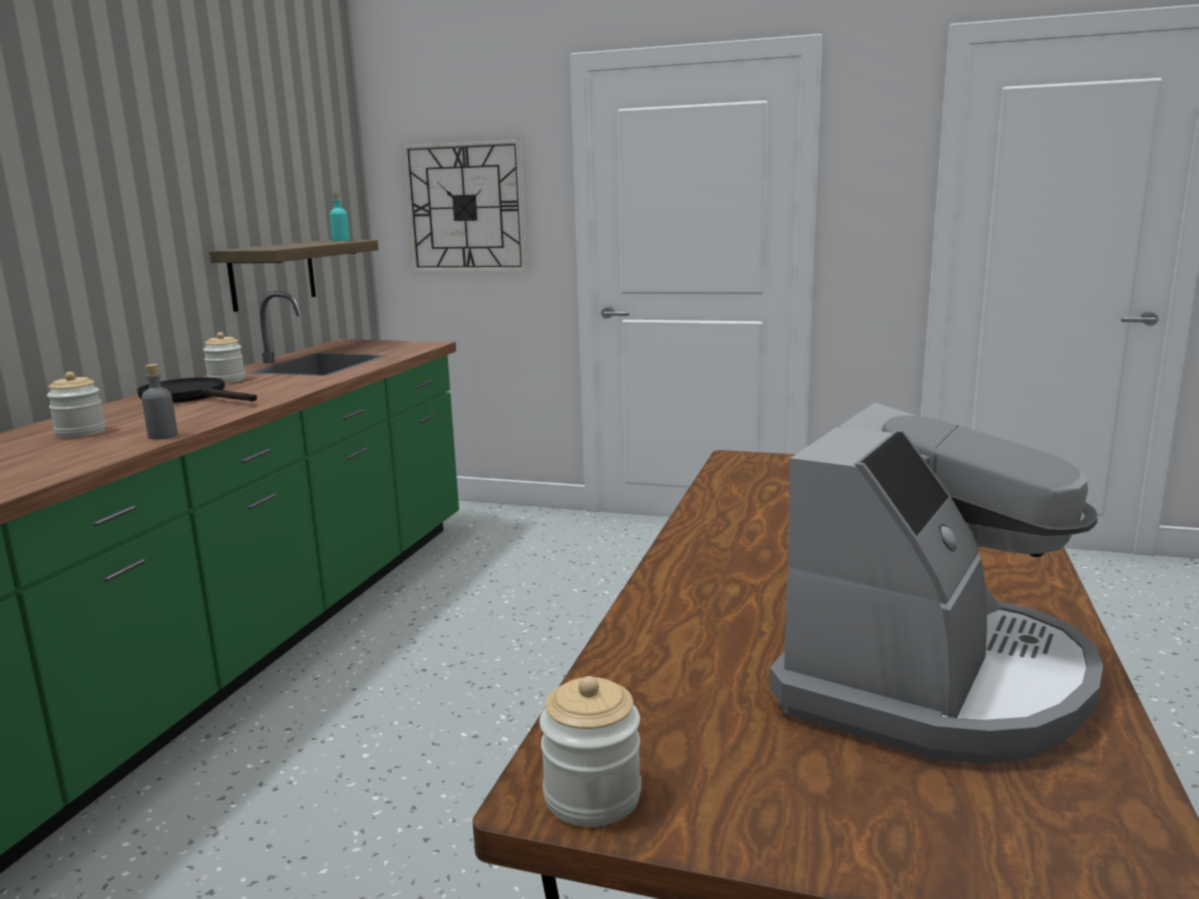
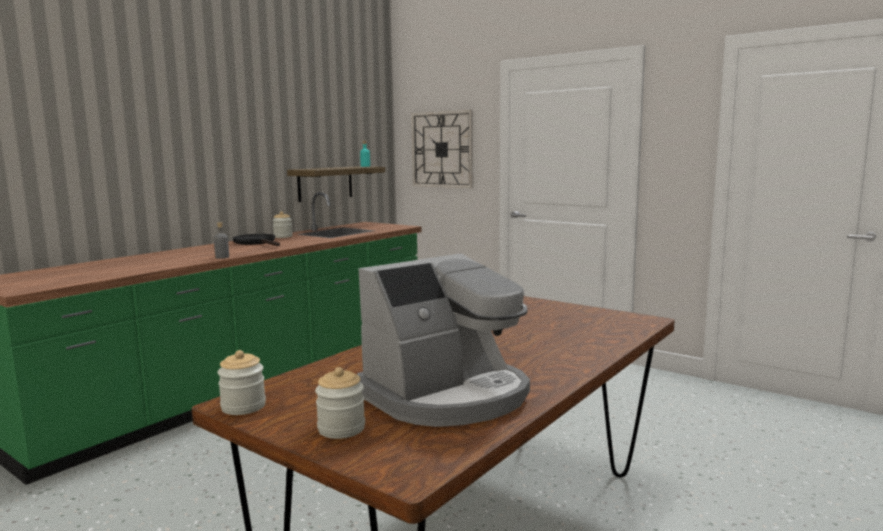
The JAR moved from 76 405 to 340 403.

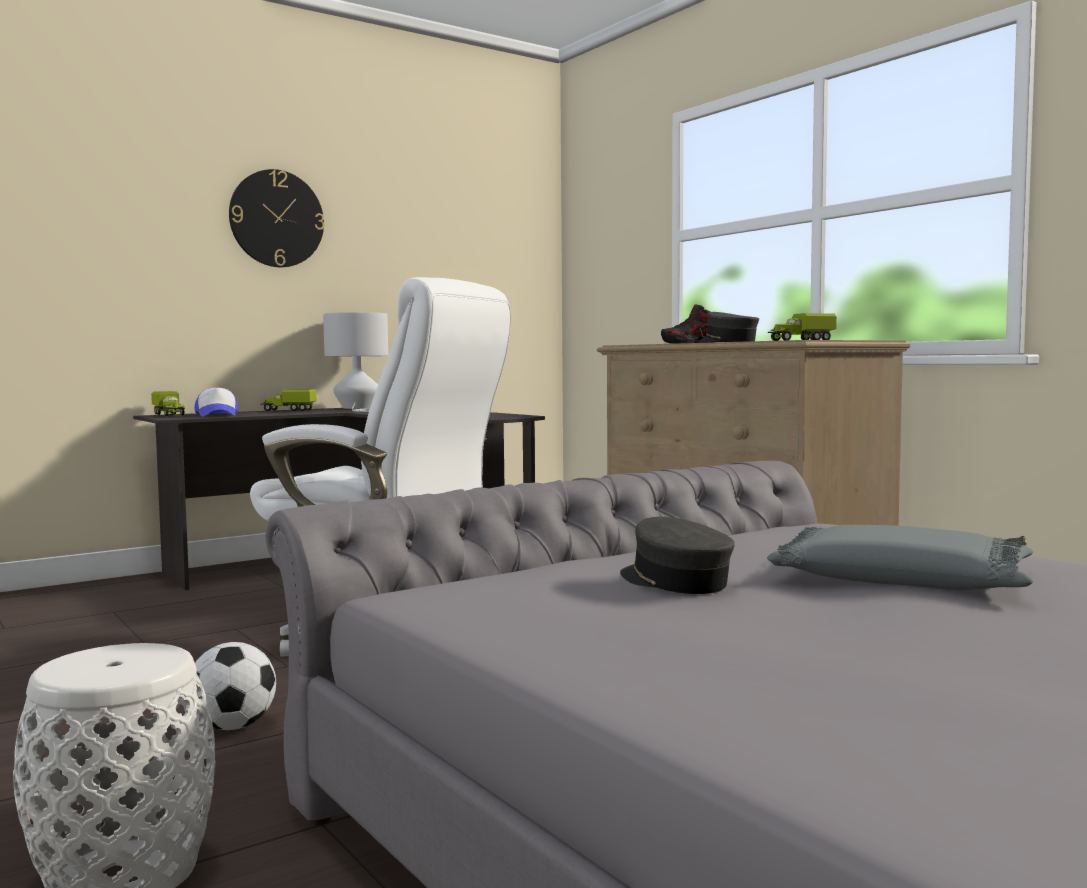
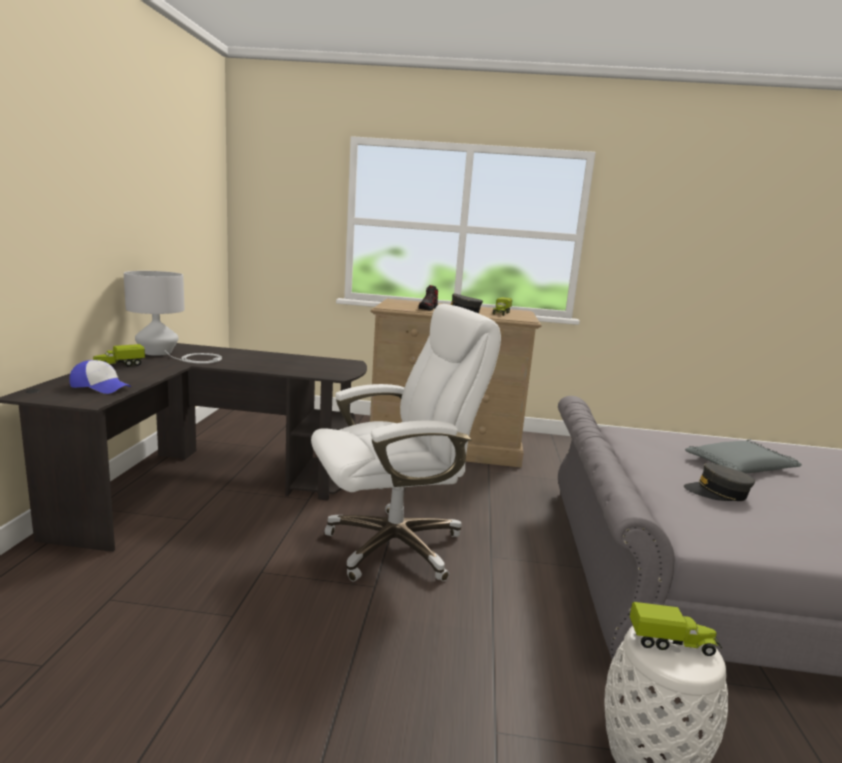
The FOOTBALL at 235 686 disappeared. The WALL CLOCK at 276 218 disappeared. The TOY TRUCK moved from 168 403 to 676 629.

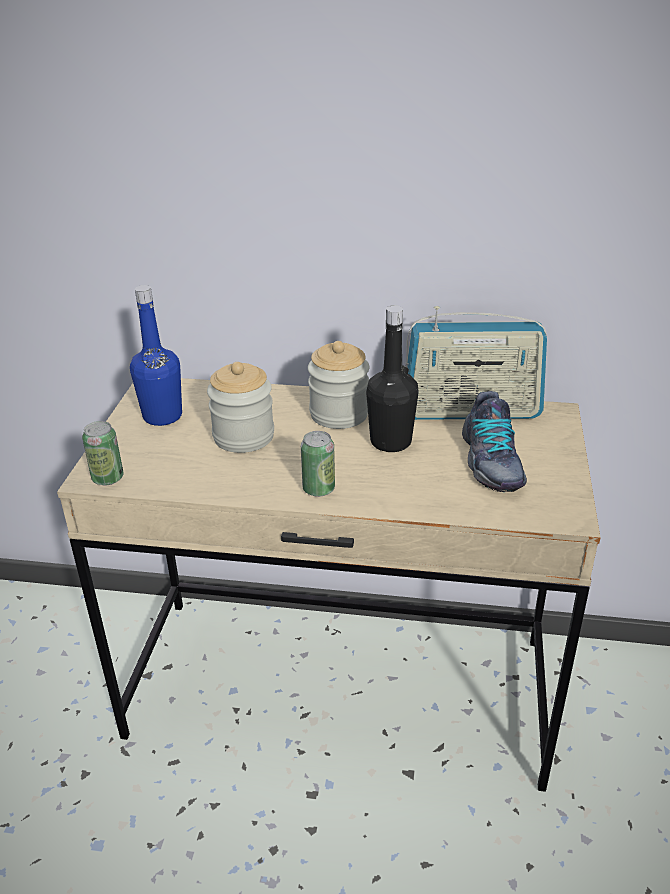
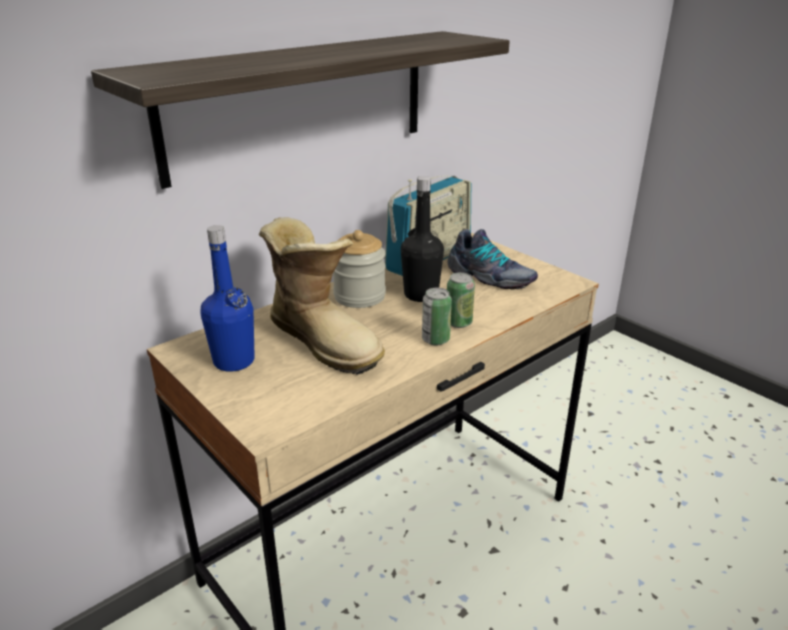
The SHELF at 300 110 appeared. The CAN moved from 103 453 to 461 300. The JAR at 240 407 was replaced by the BOOT at 322 295.

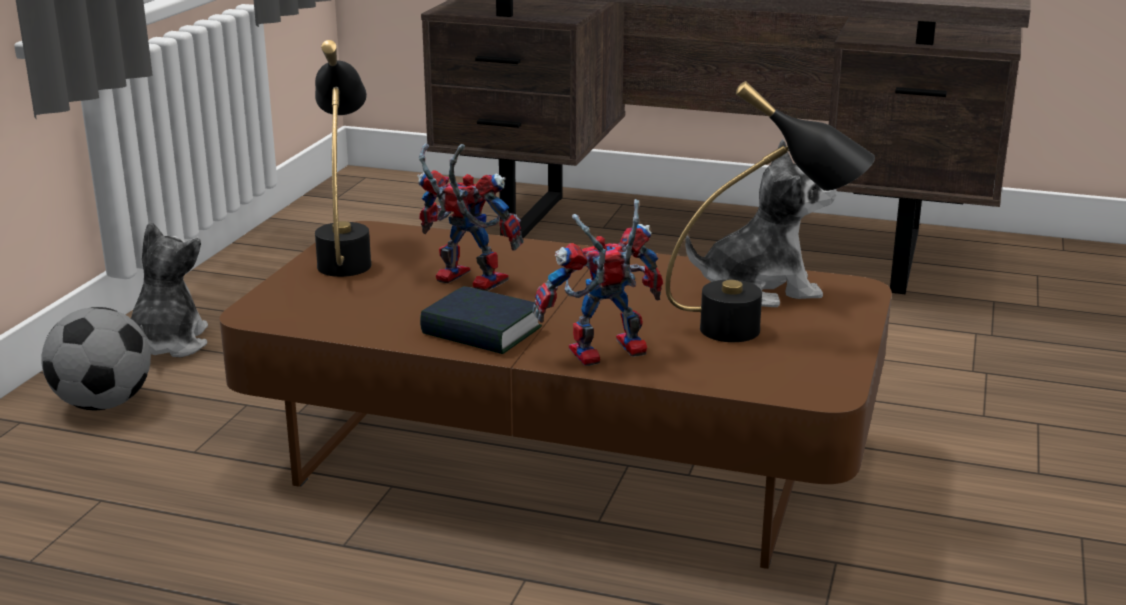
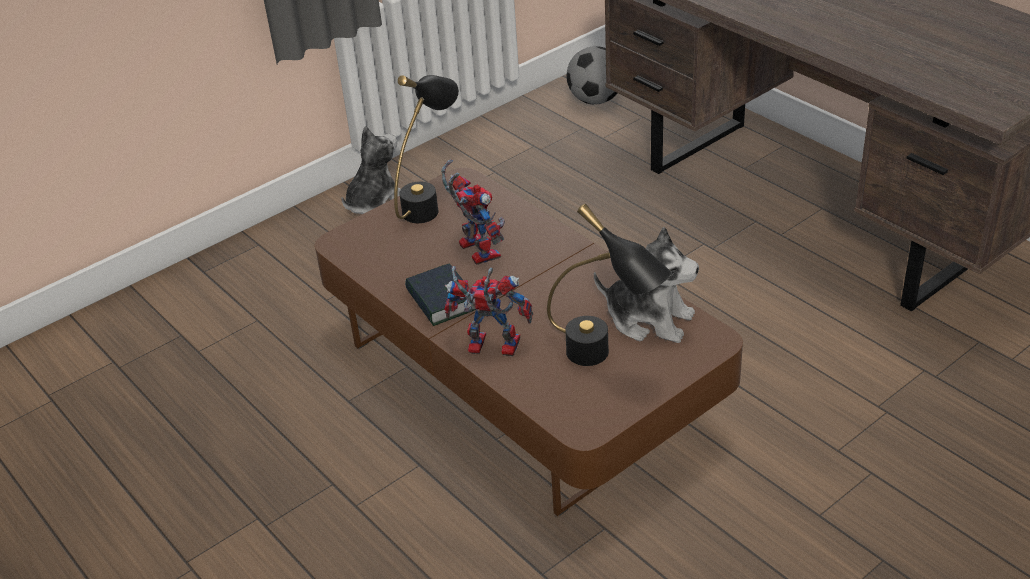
The FOOTBALL moved from 96 359 to 591 75.

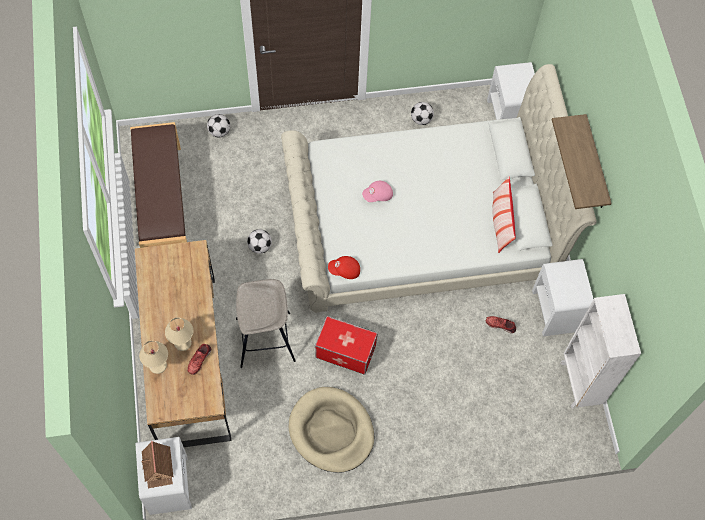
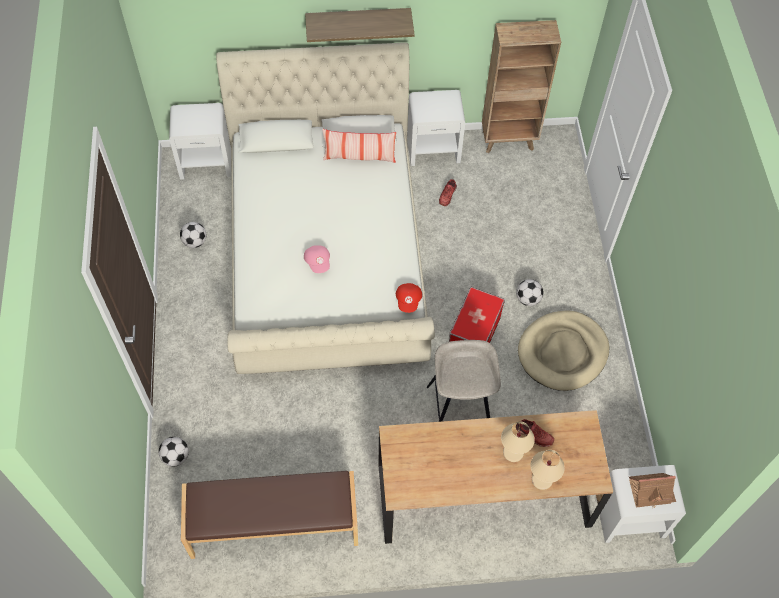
The FOOTBALL moved from 259 241 to 530 292. The WHITE BOOKCASE at 600 351 became the BROWN BOOKCASE at 521 86.

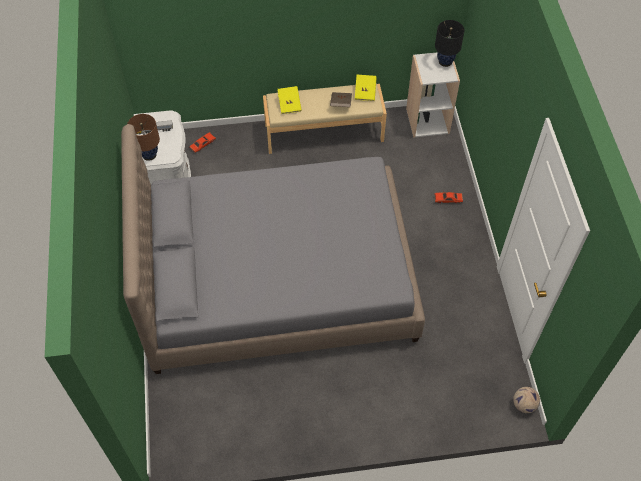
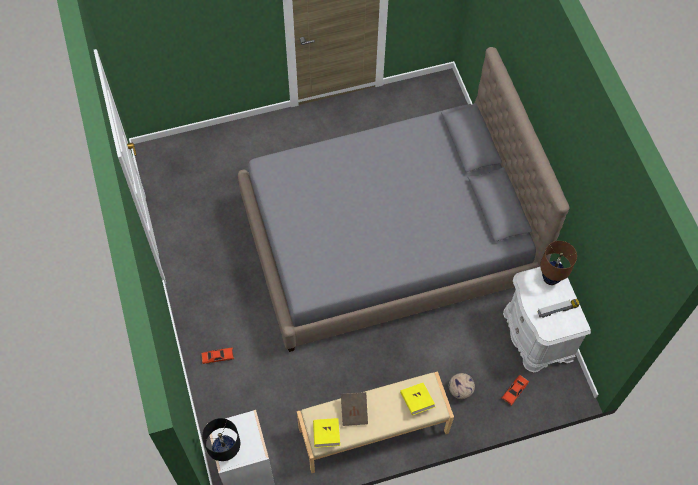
The FOOTBALL moved from 526 400 to 462 386.

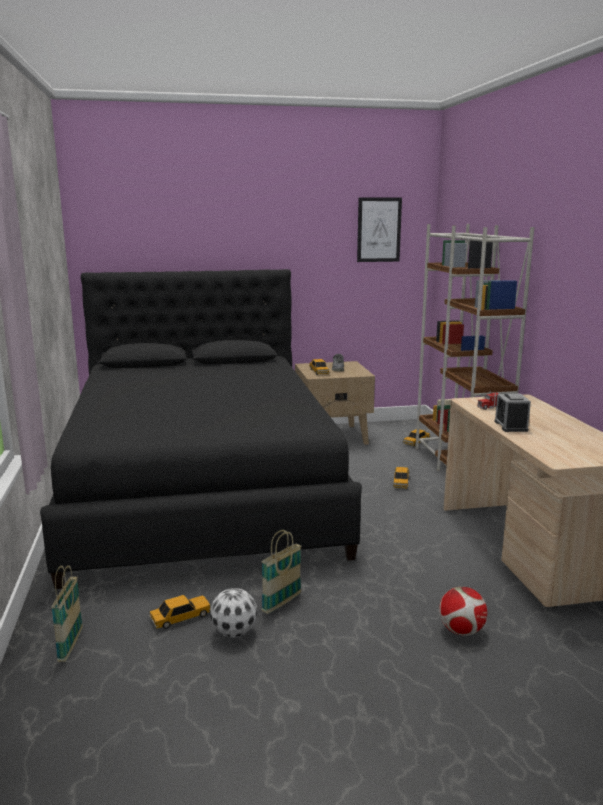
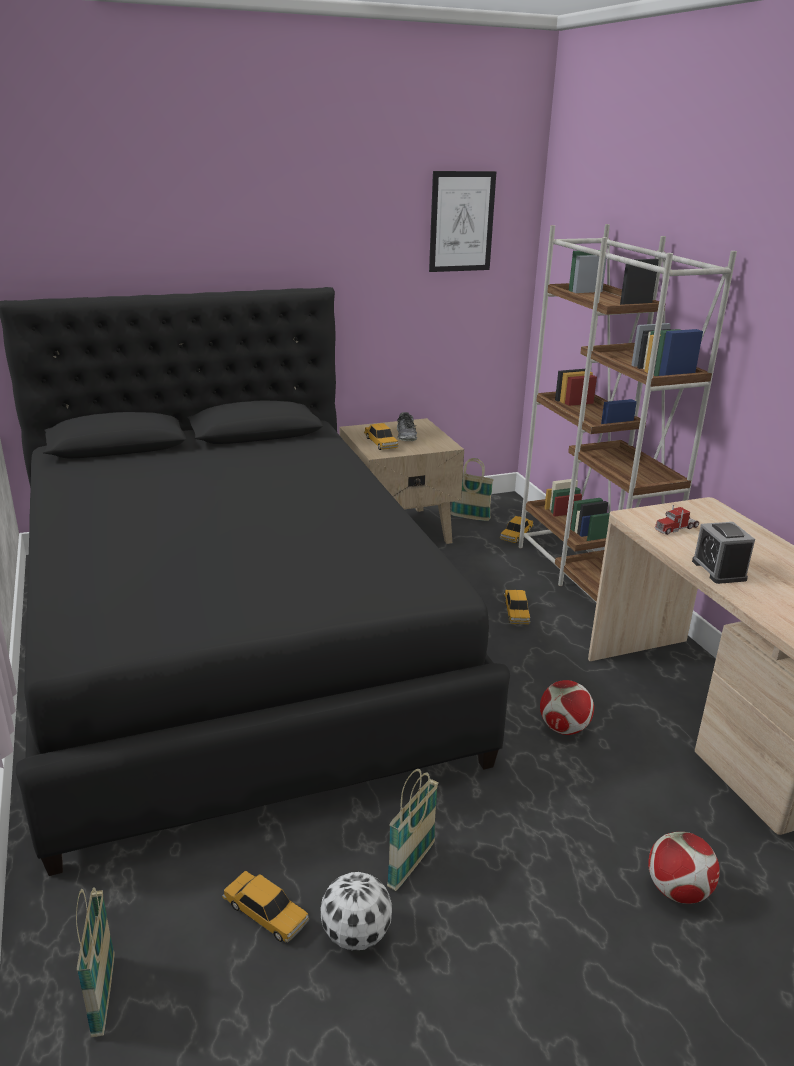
The BASKET at 472 489 appeared. The FOOTBALL at 567 707 appeared. The TOY CAR at 179 612 turned 75 degrees clockwise.

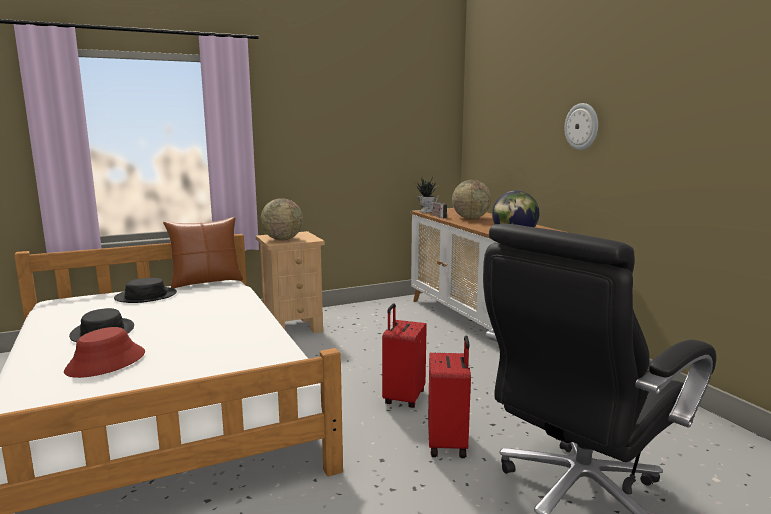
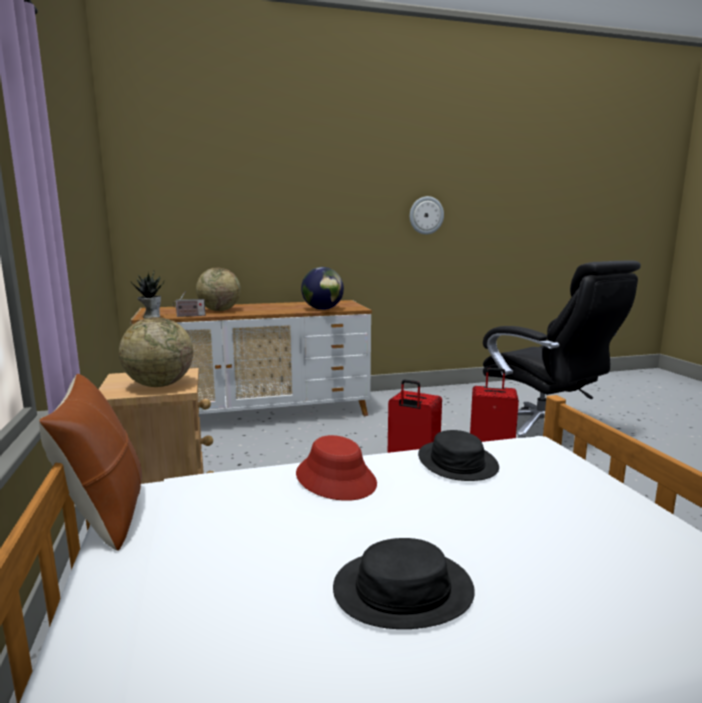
The RED HAT moved from 104 352 to 336 468. The BLACK HAT moved from 145 290 to 458 455. The WALL CLOCK moved from 581 126 to 427 215.

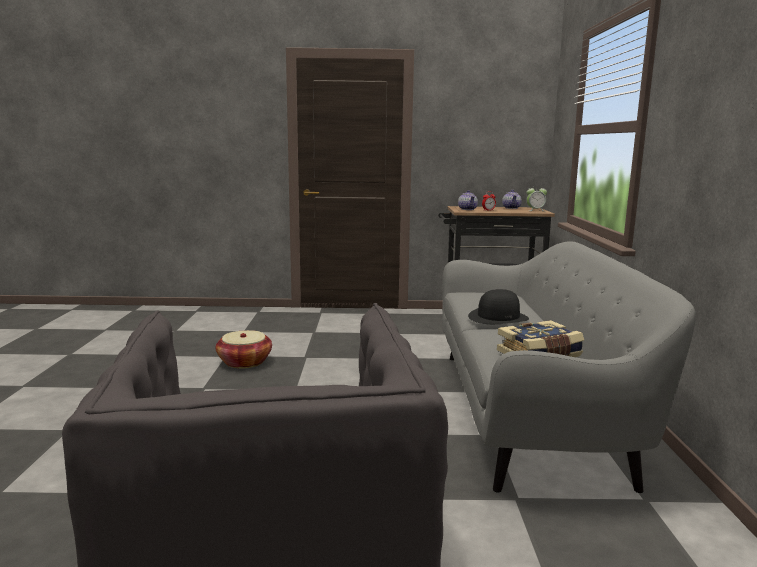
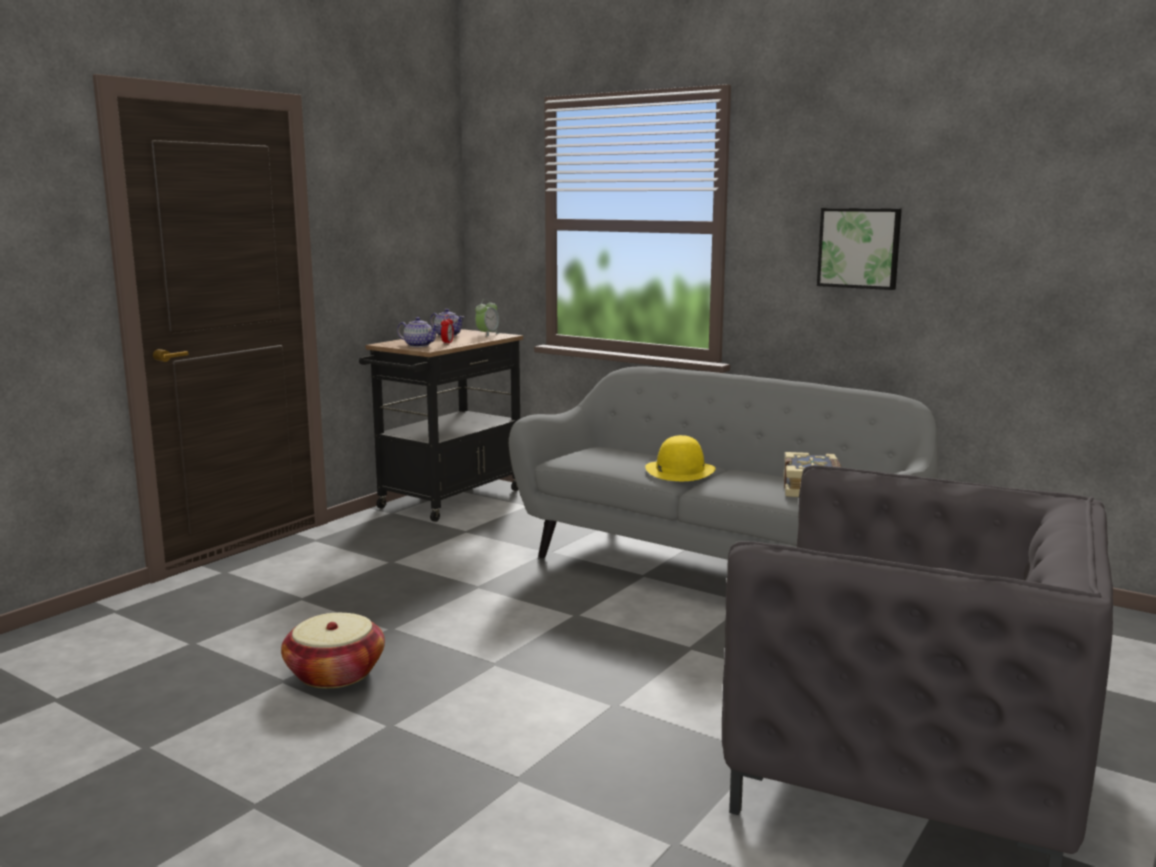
The PICTURE at 859 249 appeared. The BLACK HAT at 498 306 became the YELLOW HAT at 680 458.

